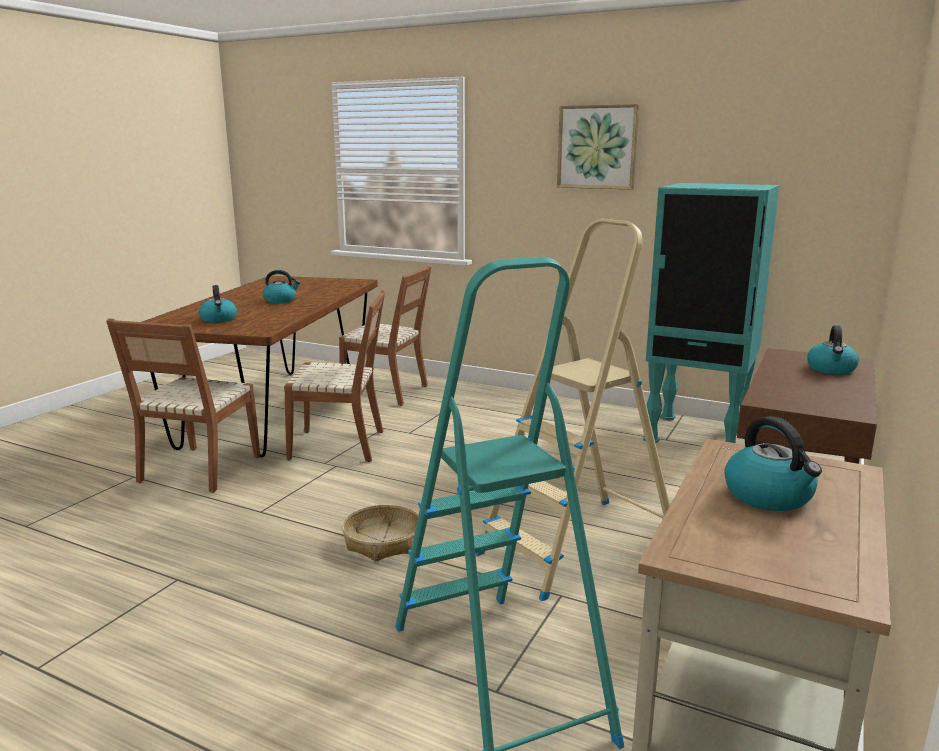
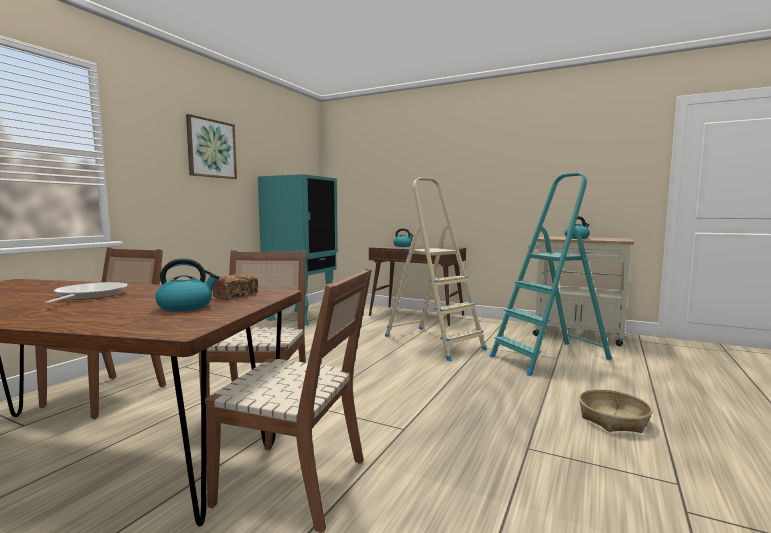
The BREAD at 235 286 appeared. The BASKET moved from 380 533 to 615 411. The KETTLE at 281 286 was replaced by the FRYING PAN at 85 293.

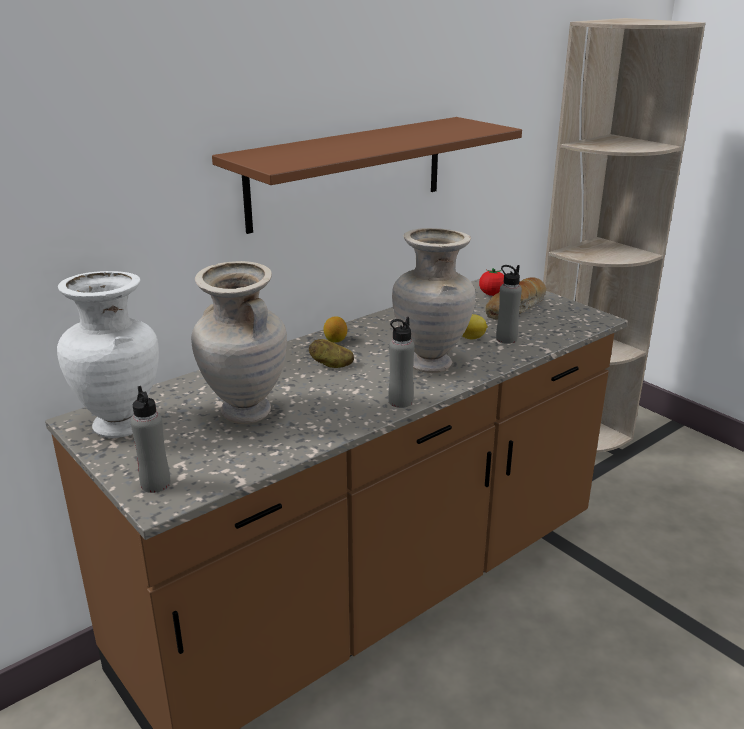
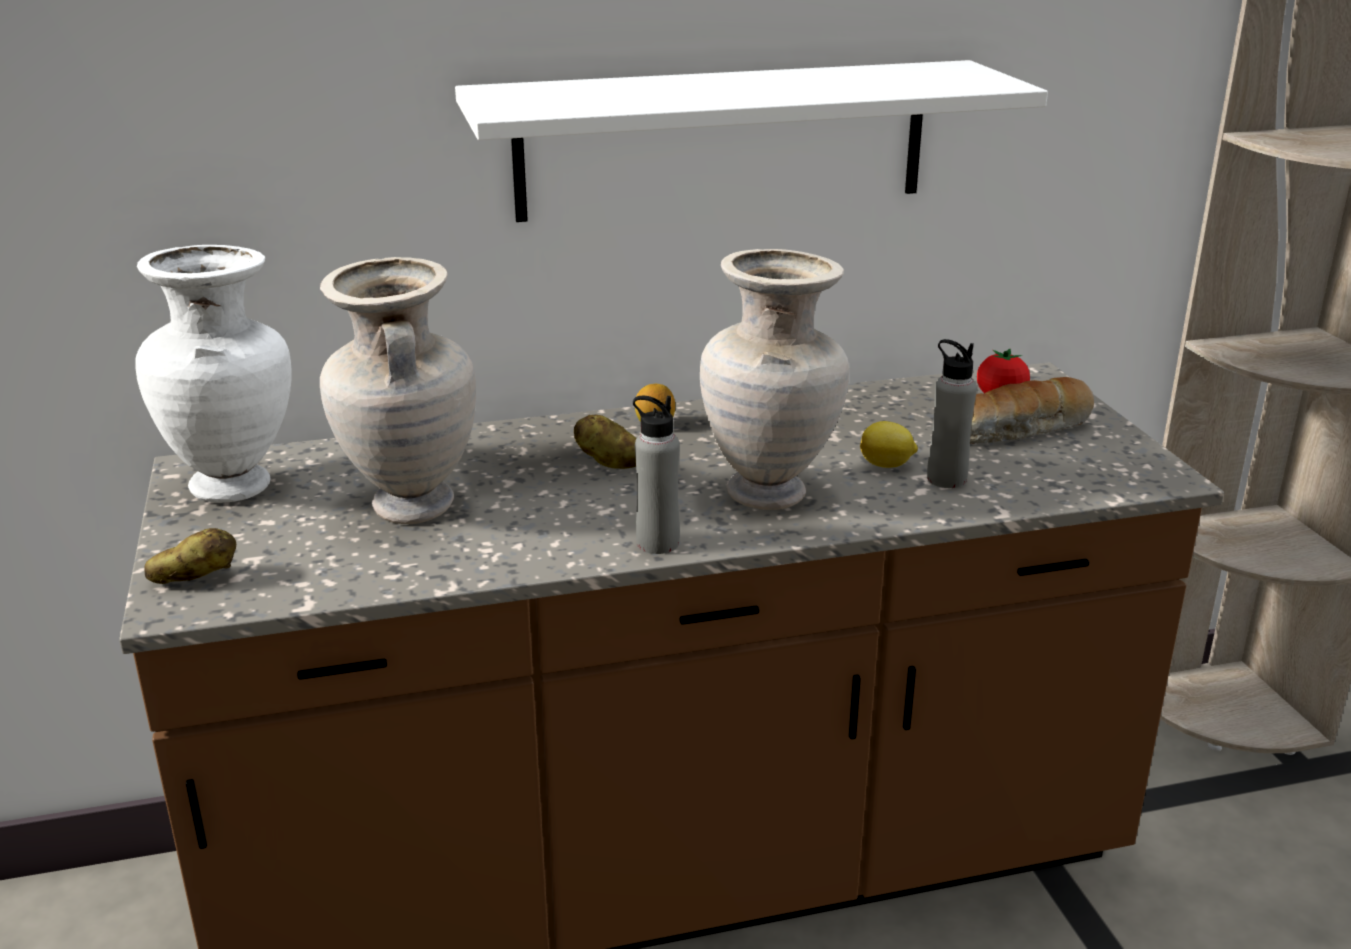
The GREY BOTTLE at 150 439 was replaced by the POTATO at 190 556. The BROWN SHELF at 367 175 became the WHITE SHELF at 751 141.

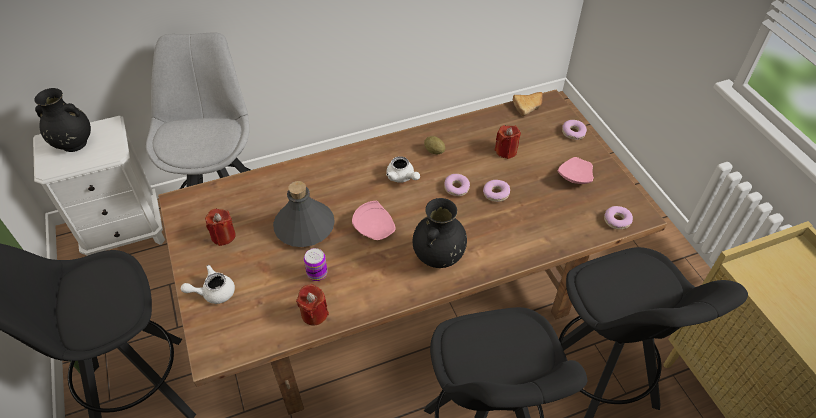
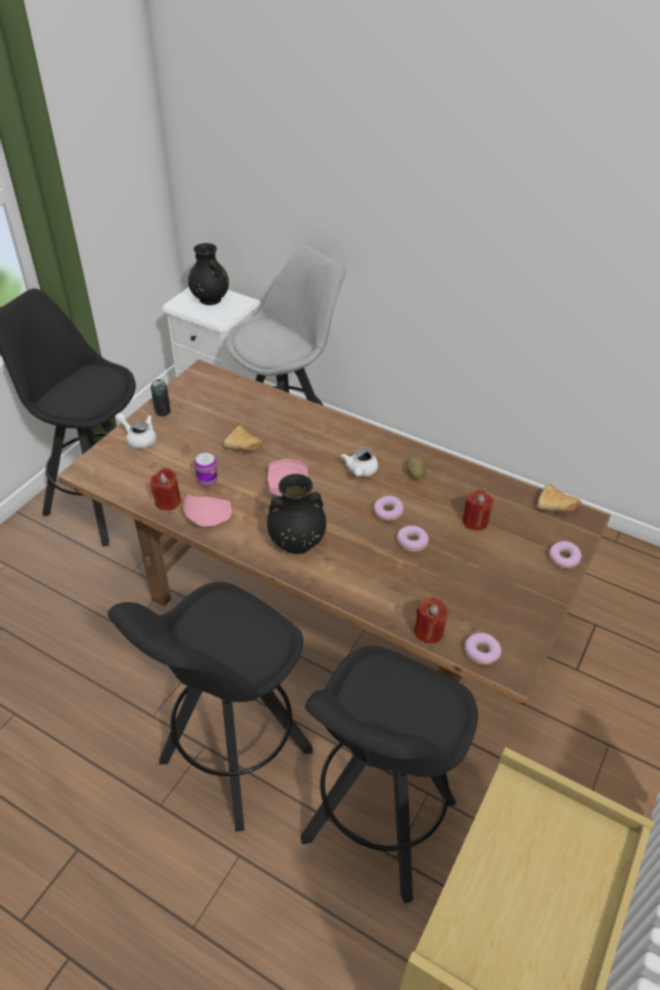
The CAN at 161 397 appeared. The RED CANDLE moved from 220 227 to 431 620. The PINK PLATE moved from 576 170 to 207 510. The GREY BOTTLE at 304 214 was replaced by the BREAD at 243 439.

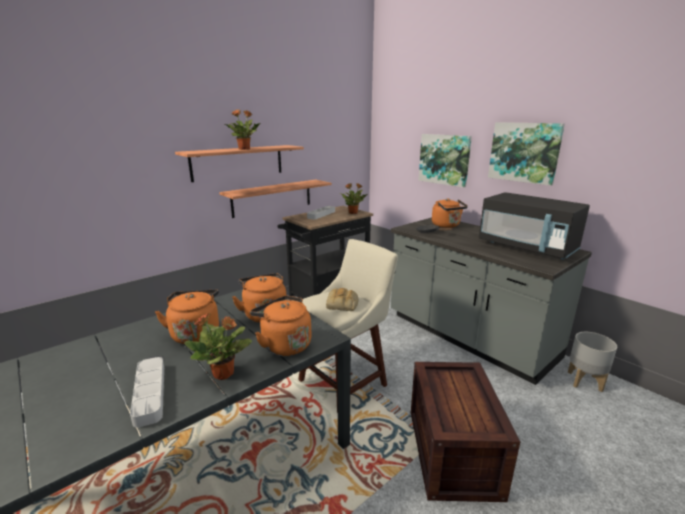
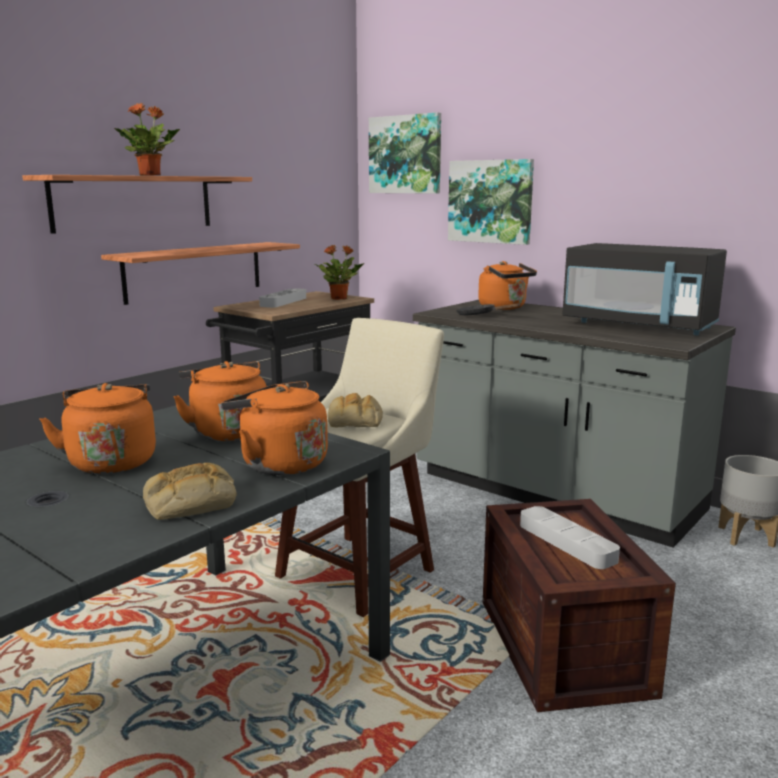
The GREY TRAY moved from 147 392 to 570 537. The PICTURE moved from 526 154 to 405 153. The POTTED PLANT at 218 346 was replaced by the BREAD at 189 491.

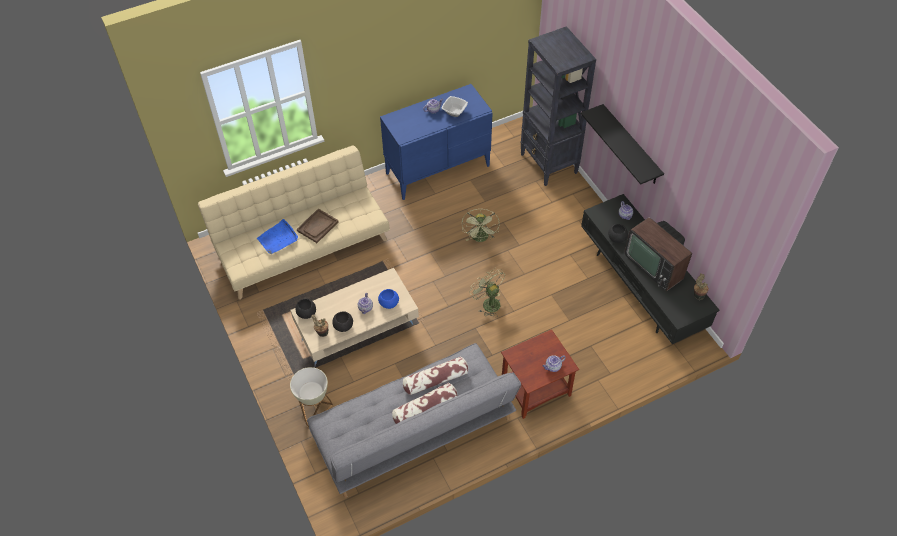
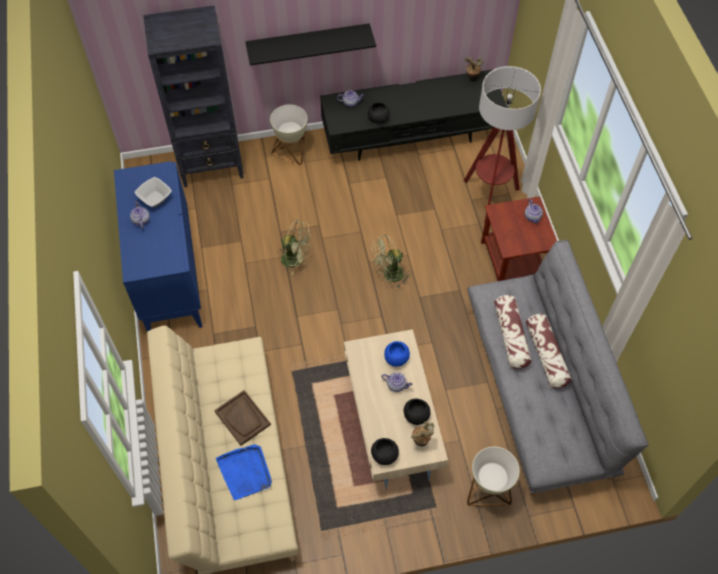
The TELEVISION at 658 254 disappeared. The PLANTER at 289 134 appeared. The FLOOR LAMP at 502 144 appeared.

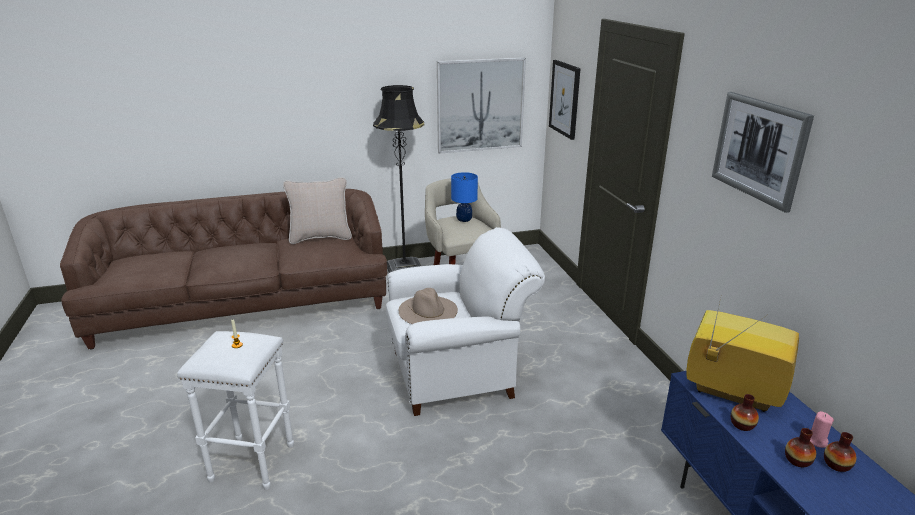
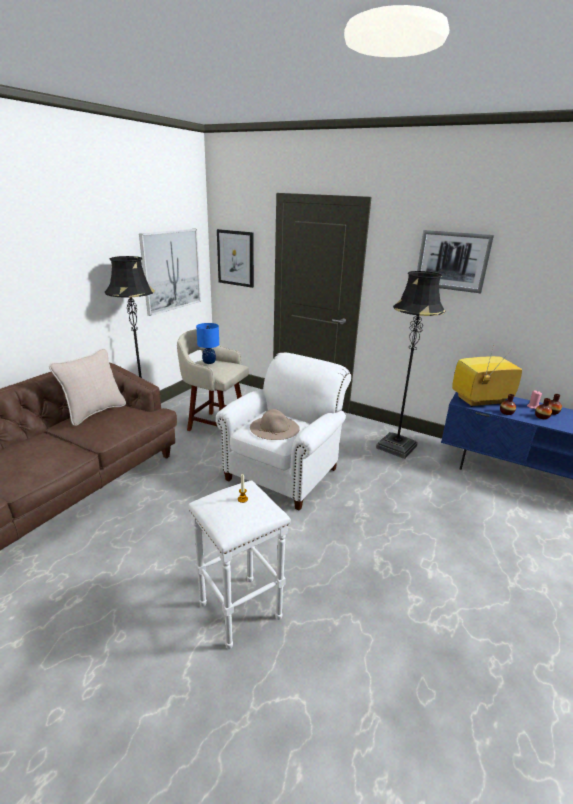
The BLACK FLOOR LAMP at 411 365 appeared.

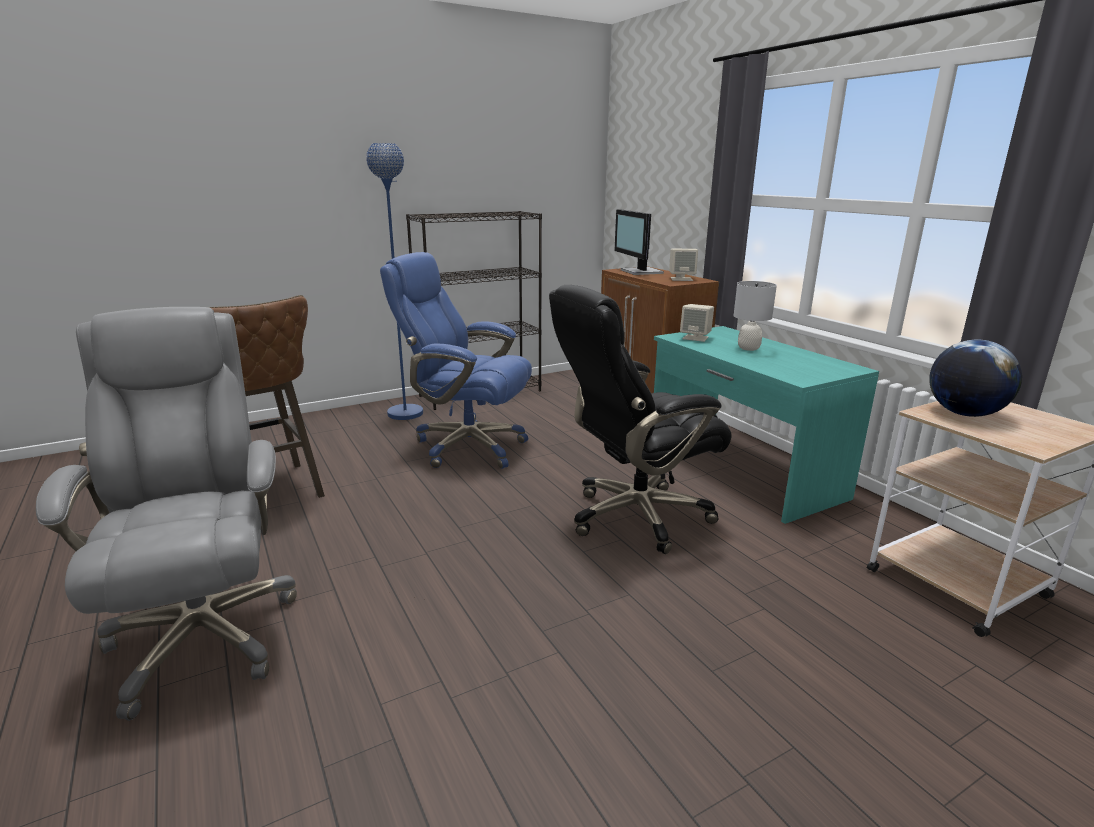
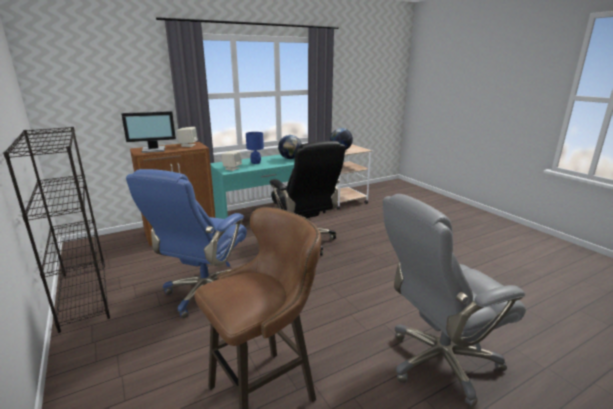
The BLUE FLOOR LAMP at 394 281 disappeared. The GLOBE at 290 147 appeared. The GREY TABLE LAMP at 755 316 became the BLUE TABLE LAMP at 255 148.

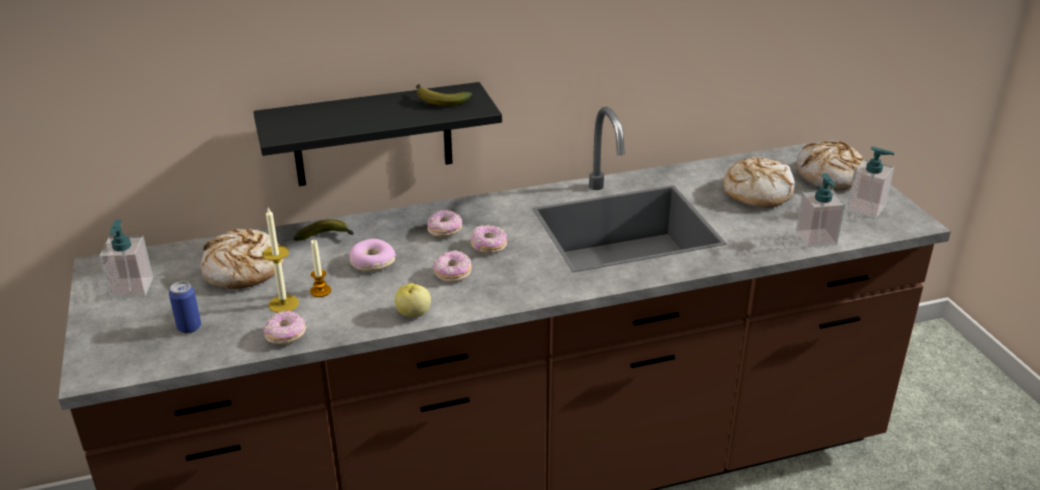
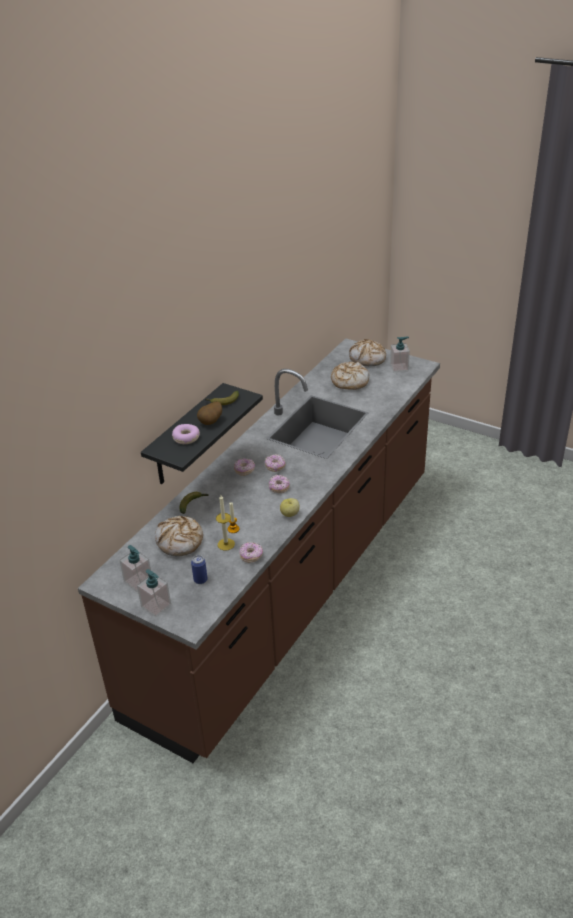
The POTATO at 209 413 appeared. The DONUT moved from 372 255 to 186 434. The SOAP DISPENSER moved from 820 210 to 154 593.

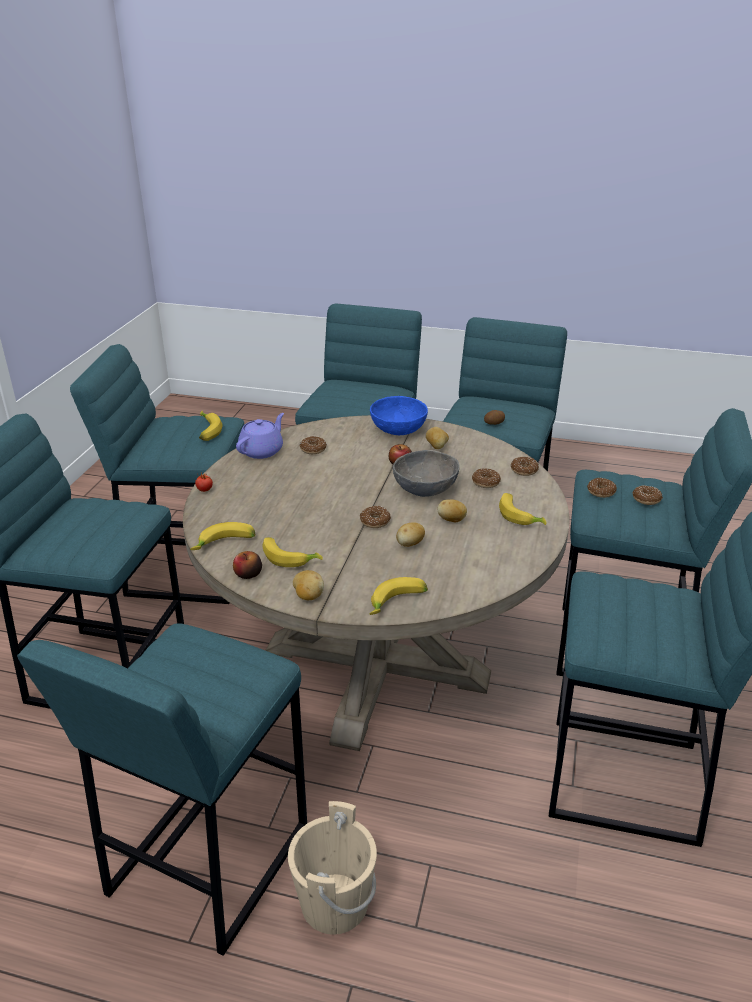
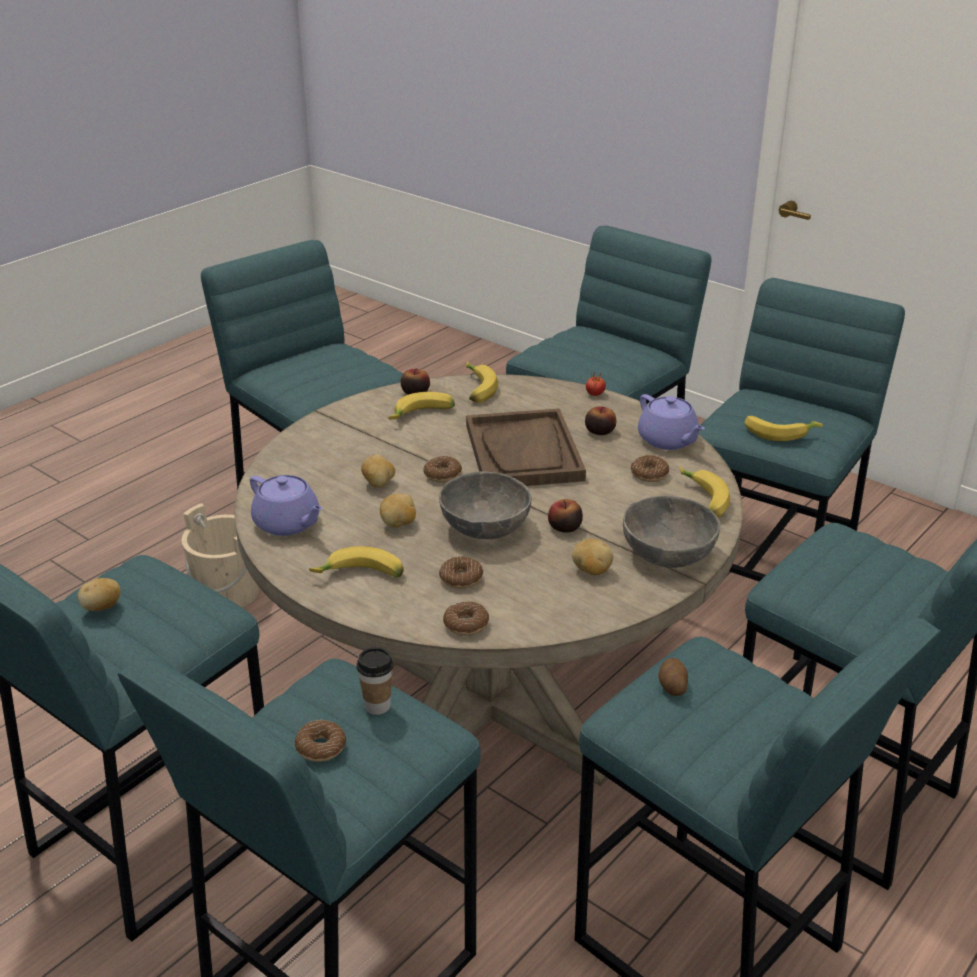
The PURPLE TEAPOT at 286 505 appeared. The BROWN TRAY at 526 447 appeared. The APPLE at 600 421 appeared. The POTATO moved from 308 585 to 98 594. The BANANA moved from 398 596 to 705 492. The DONUT at 602 488 was replaced by the CUP at 375 681. The BLUE BOWL at 399 415 became the GREY BOWL at 671 532.

